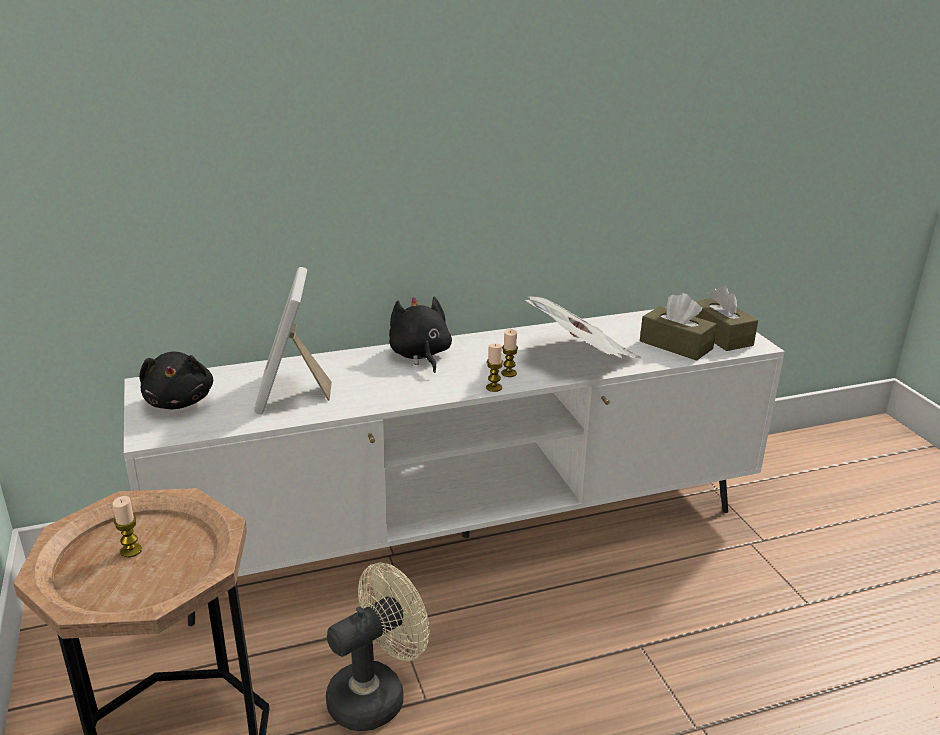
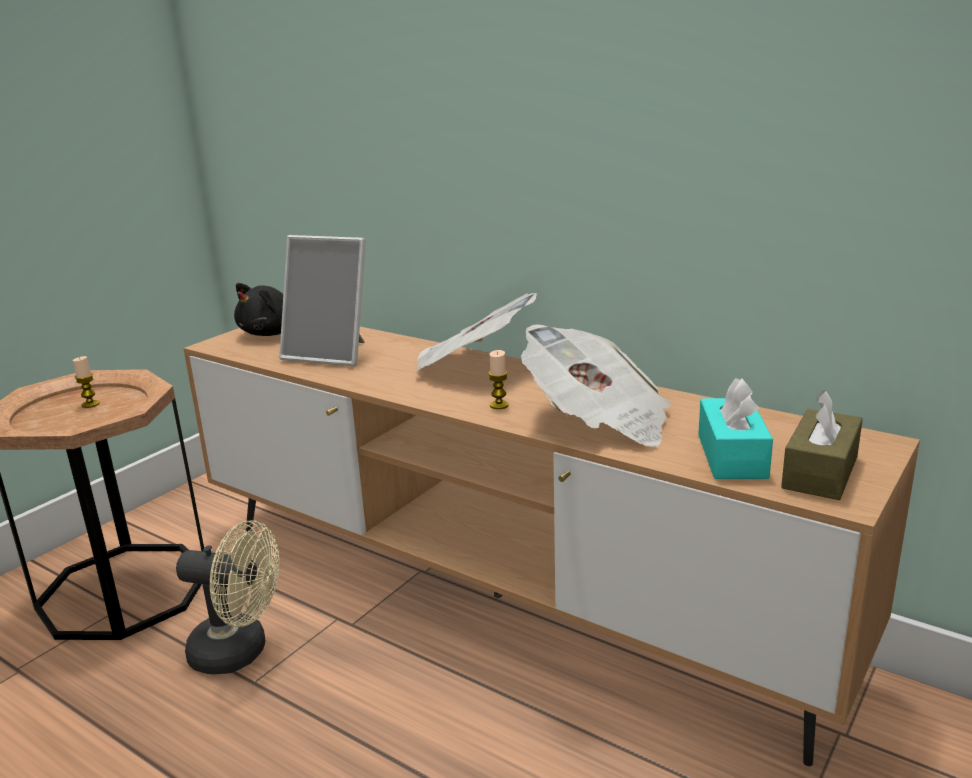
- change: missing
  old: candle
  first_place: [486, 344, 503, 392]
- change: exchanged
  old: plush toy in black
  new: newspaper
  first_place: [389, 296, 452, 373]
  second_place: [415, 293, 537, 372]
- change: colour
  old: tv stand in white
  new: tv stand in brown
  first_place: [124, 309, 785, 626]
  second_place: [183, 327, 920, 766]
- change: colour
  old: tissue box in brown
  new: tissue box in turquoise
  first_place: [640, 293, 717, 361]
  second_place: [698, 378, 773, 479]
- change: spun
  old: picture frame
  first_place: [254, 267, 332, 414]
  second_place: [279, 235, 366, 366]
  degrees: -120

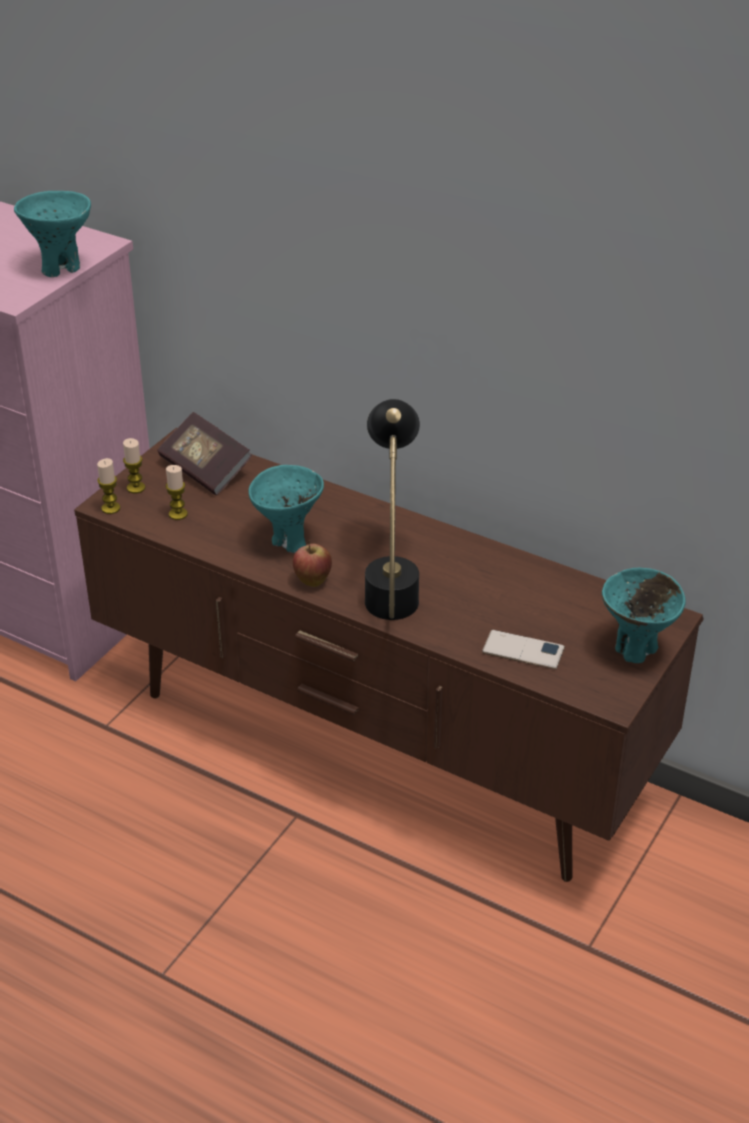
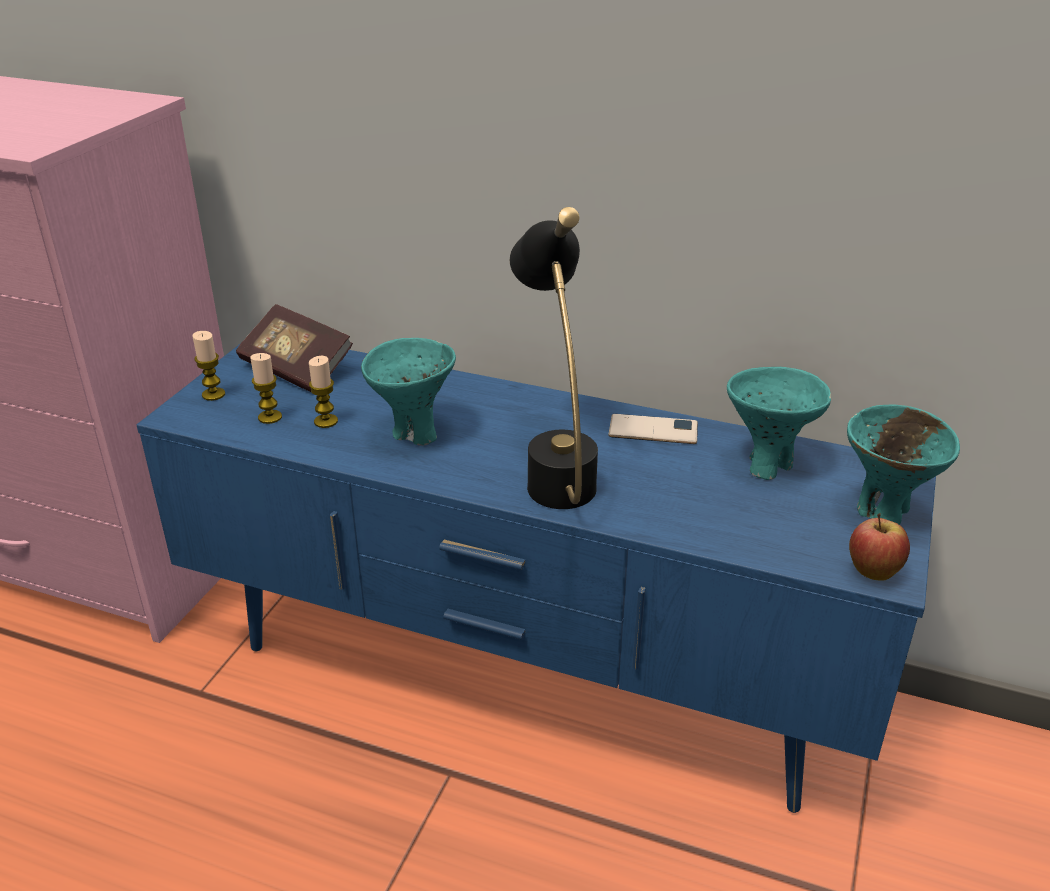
- change: relocated
  old: bowl in turquoise
  first_place: [14, 191, 91, 277]
  second_place: [727, 367, 831, 480]
- change: relocated
  old: candle
  first_place: [97, 458, 121, 514]
  second_place: [309, 356, 338, 428]
- change: relocated
  old: apple
  first_place: [293, 540, 332, 587]
  second_place: [849, 513, 910, 581]
- change: relocated
  old: phone
  first_place: [482, 630, 565, 669]
  second_place: [608, 414, 698, 444]
- change: colour
  old: tv stand in brown
  new: tv stand in blue
  first_place: [74, 427, 704, 882]
  second_place: [136, 343, 936, 813]

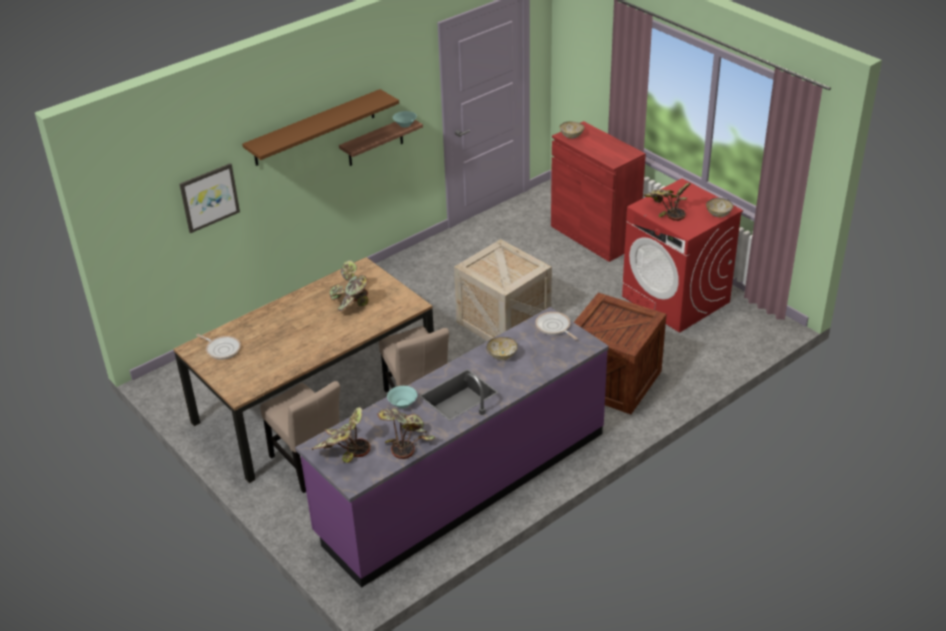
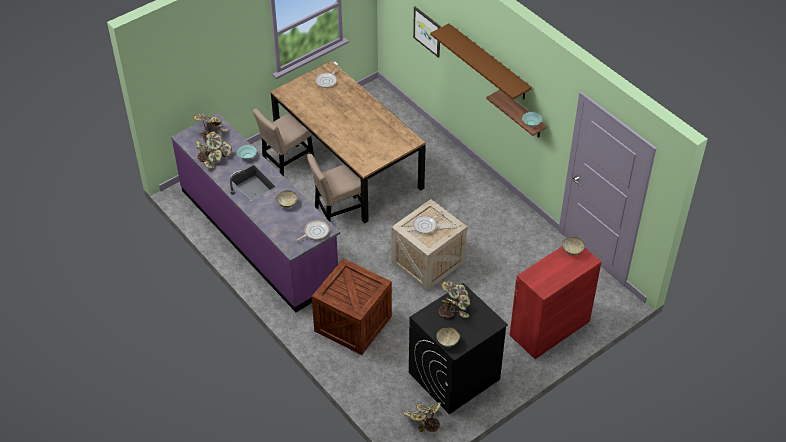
- change: appeared
  new: frying pan
  second_place: [413, 211, 443, 234]
- change: relocated
  old: potted plant
  first_place: [329, 260, 368, 311]
  second_place: [403, 402, 441, 432]
- change: colour
  old: washing machine in red
  new: washing machine in black
  first_place: [622, 178, 743, 333]
  second_place: [409, 283, 508, 415]

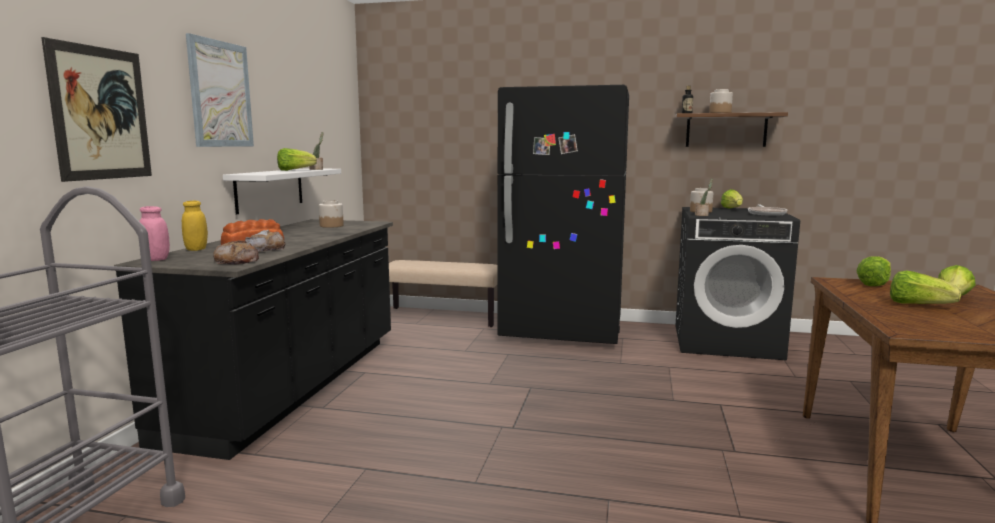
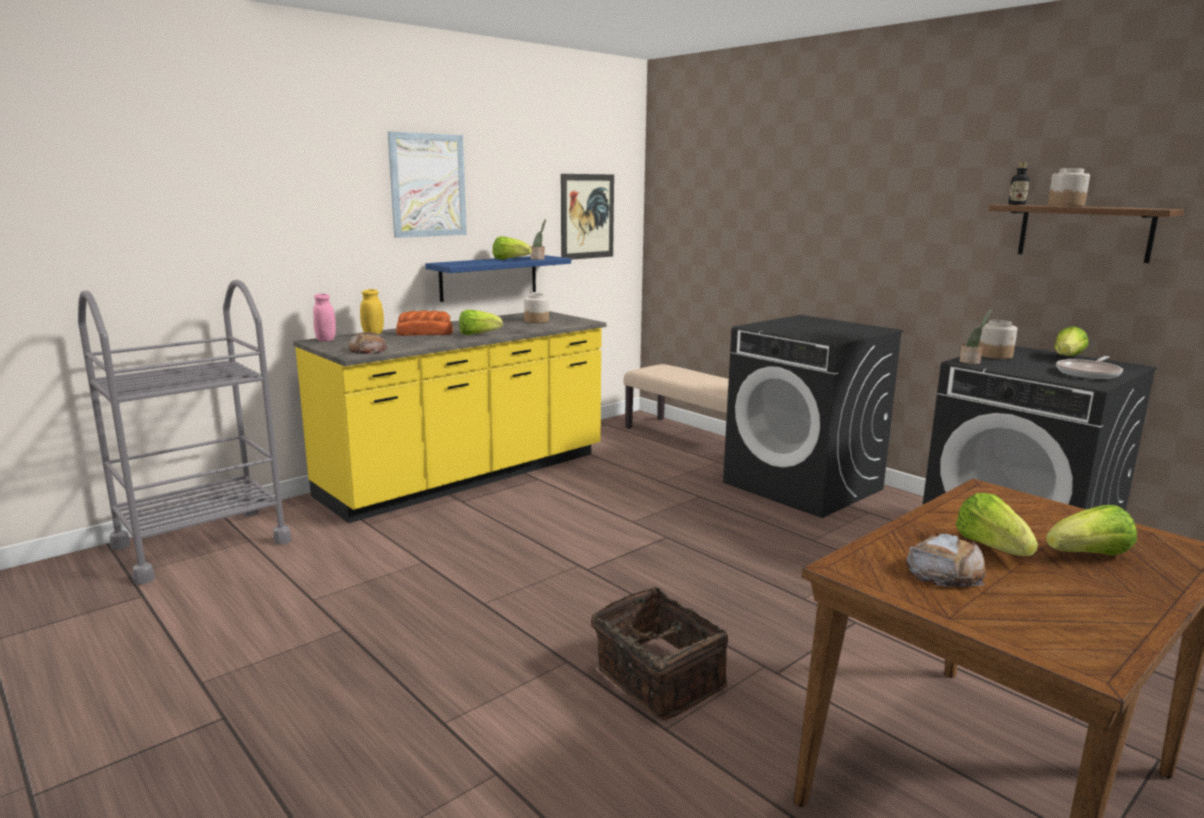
- change: appeared
  new: basket
  second_place: [591, 587, 728, 721]
- change: relocated
  old: picture
  first_place: [41, 37, 152, 182]
  second_place: [561, 174, 614, 260]
- change: relocated
  old: bread
  first_place: [245, 230, 285, 251]
  second_place: [907, 533, 986, 587]
- change: relocated
  old: lettuce
  first_place: [856, 257, 891, 286]
  second_place: [459, 310, 503, 335]
- change: exchanged
  old: fridge in black
  new: washing machine in black
  first_place: [497, 85, 629, 344]
  second_place: [723, 315, 904, 518]
- change: colour
  old: counter in black
  new: counter in yellow
  first_place: [114, 219, 393, 460]
  second_place: [293, 311, 607, 523]
- change: colour
  old: shelf in white
  new: shelf in blue
  first_place: [223, 168, 341, 214]
  second_place: [425, 255, 571, 302]

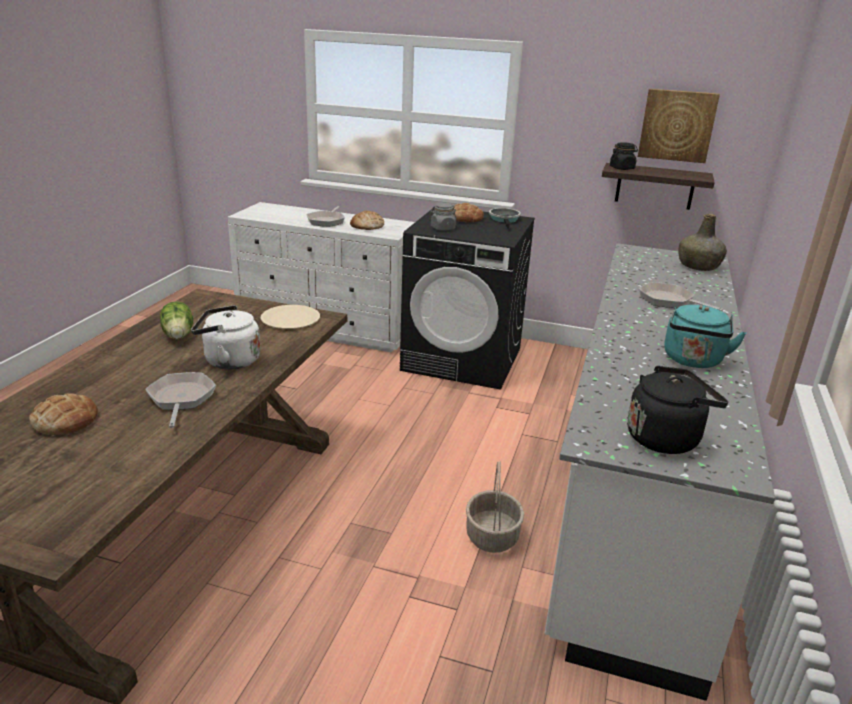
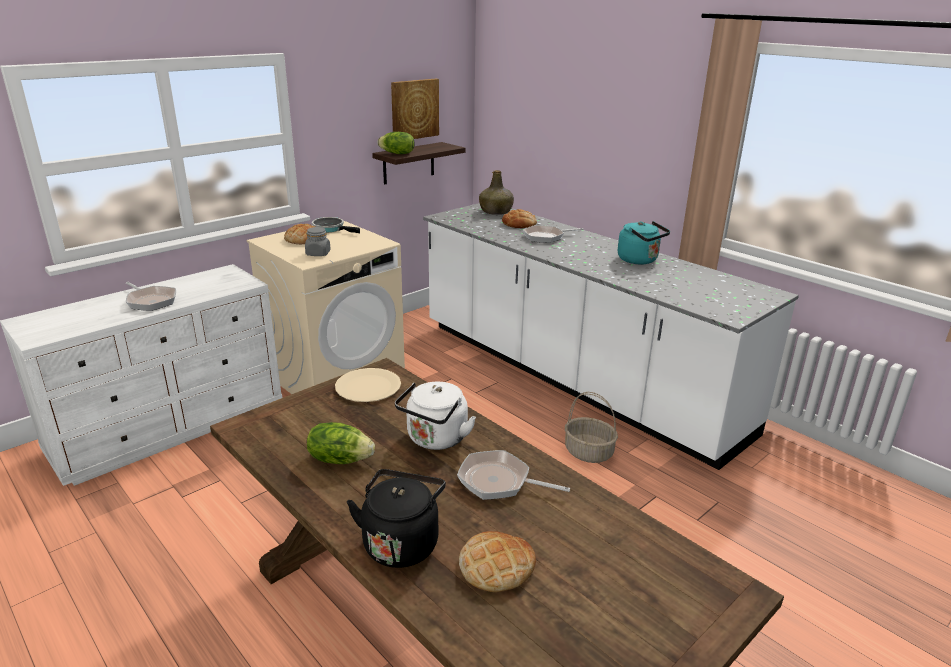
- change: relocated
  old: bread
  first_place: [350, 211, 384, 230]
  second_place: [502, 209, 537, 228]
- change: relocated
  old: kettle in black
  first_place: [627, 366, 728, 454]
  second_place: [347, 469, 446, 568]
- change: exchanged
  old: jar in black
  new: lettuce
  first_place: [610, 142, 638, 170]
  second_place: [378, 132, 415, 154]
- change: colour
  old: washing machine in black
  new: washing machine in beige
  first_place: [400, 207, 535, 390]
  second_place: [247, 221, 405, 394]

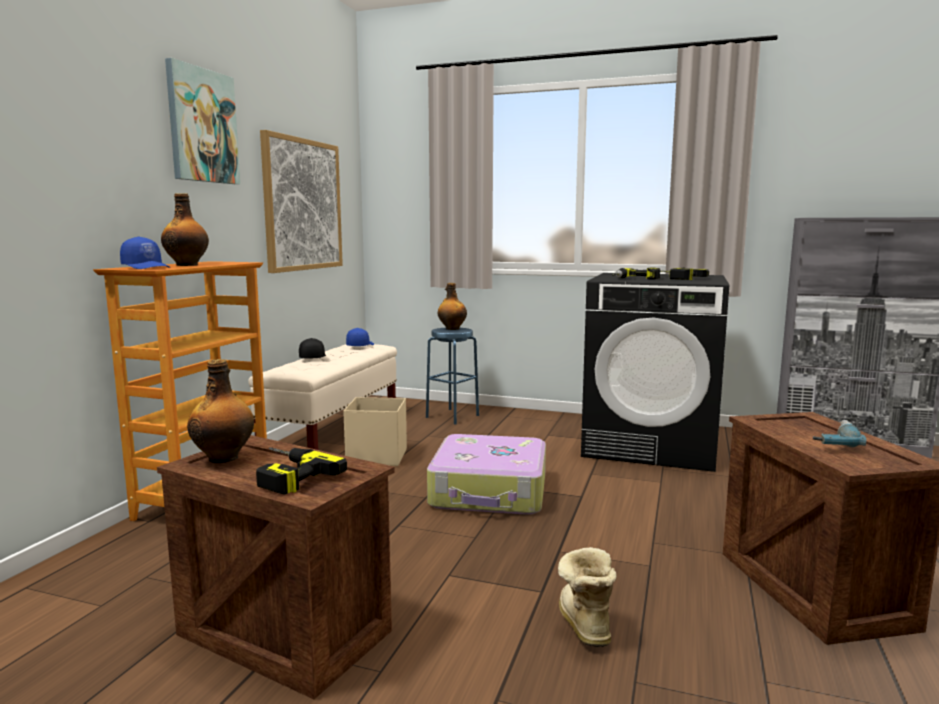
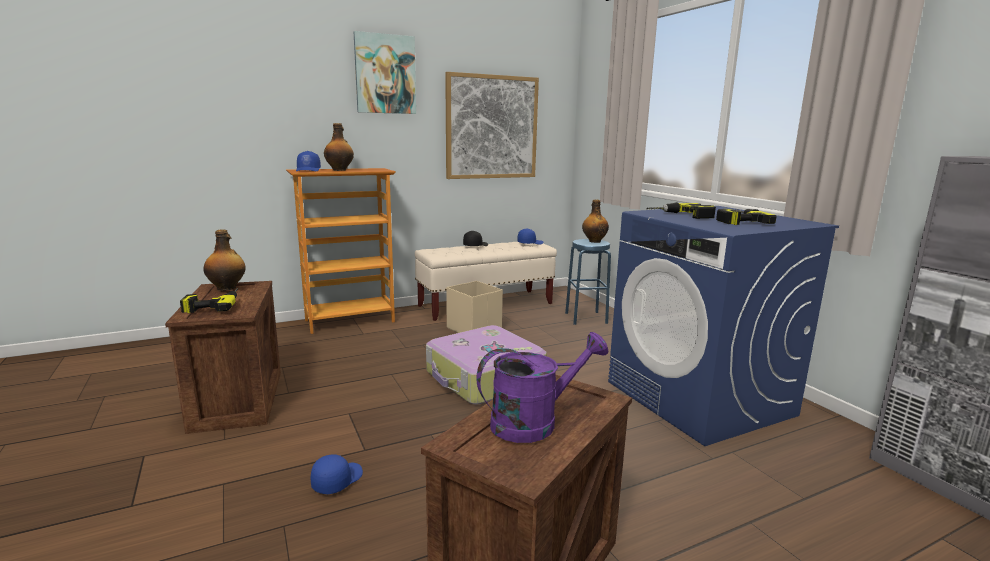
- change: exchanged
  old: boot
  new: cap in blue
  first_place: [558, 547, 617, 647]
  second_place: [311, 454, 363, 494]
- change: exchanged
  old: power drill
  new: watering can in purple
  first_place: [813, 420, 866, 447]
  second_place: [476, 332, 608, 443]
- change: colour
  old: washing machine in black
  new: washing machine in blue
  first_place: [581, 273, 729, 472]
  second_place: [608, 206, 839, 446]

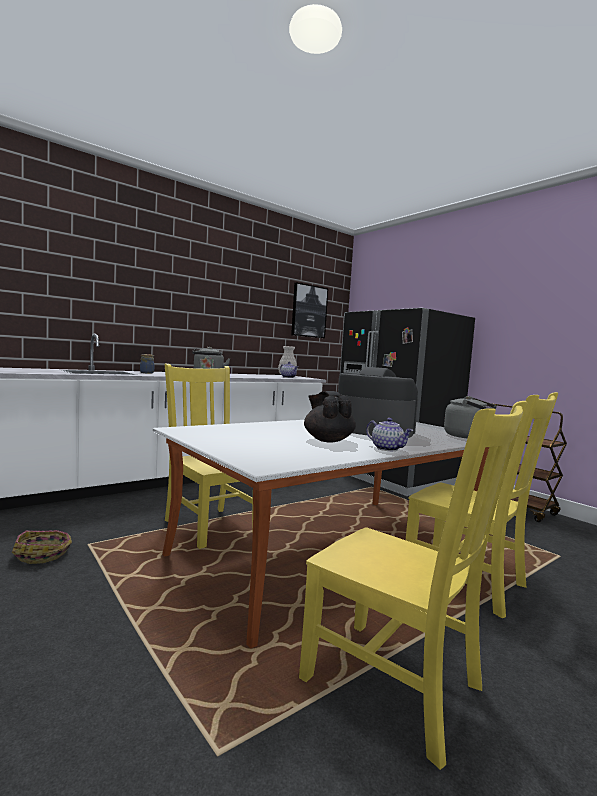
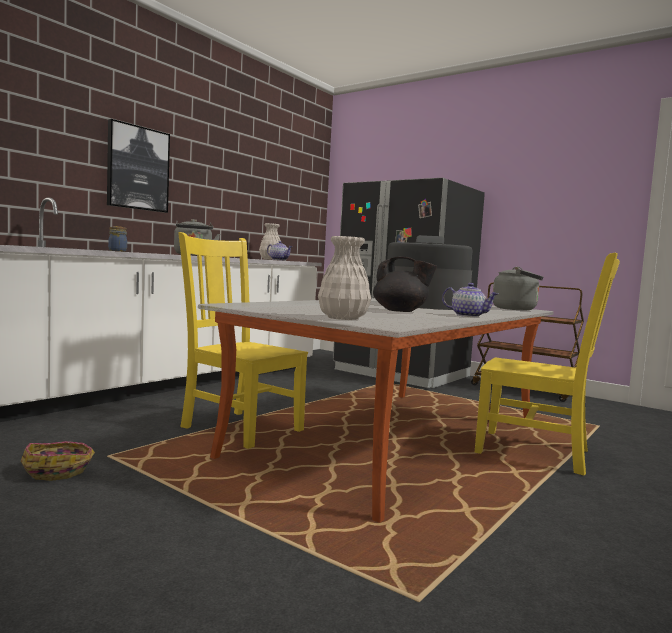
- change: missing
  old: chair in yellow
  first_place: [299, 401, 527, 770]
- change: appeared
  new: vase in white
  second_place: [318, 236, 371, 320]
- change: relocated
  old: picture
  first_place: [291, 283, 328, 338]
  second_place: [107, 119, 170, 213]
- change: spun
  old: teapot in black
  first_place: [304, 391, 356, 442]
  second_place: [373, 256, 437, 312]
  degrees: 150

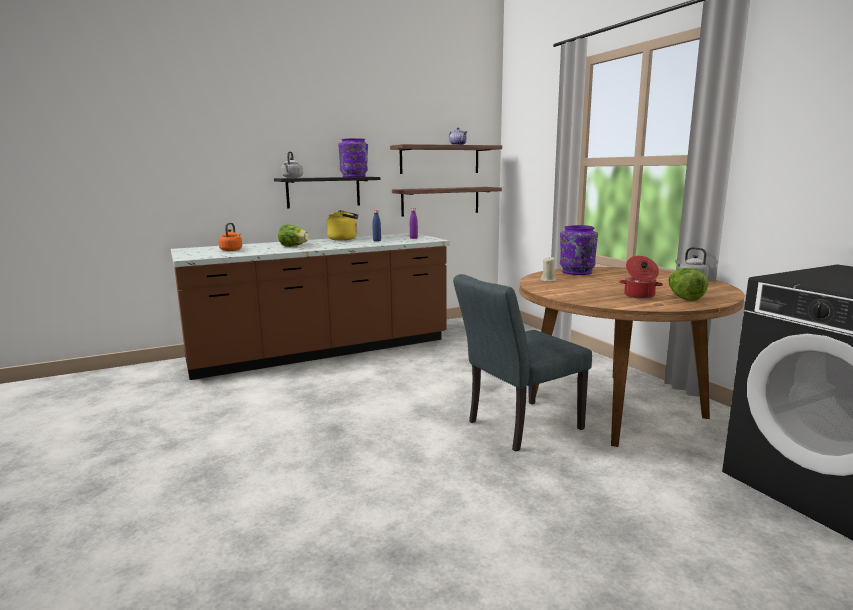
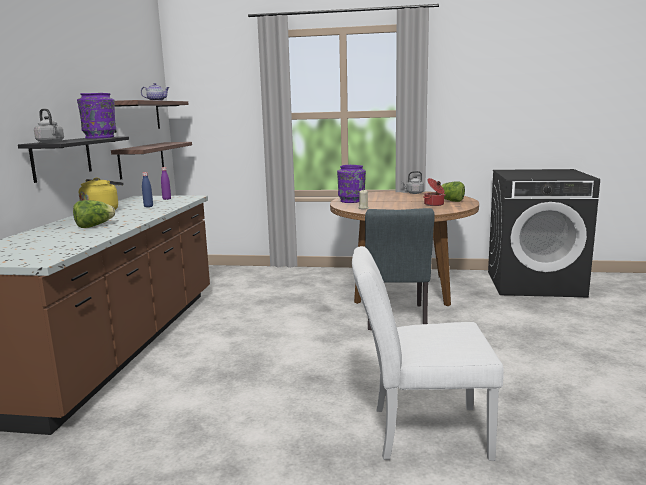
- change: missing
  old: kettle in orange
  first_place: [219, 223, 242, 251]
- change: appeared
  new: chair in white
  second_place: [352, 246, 504, 461]

